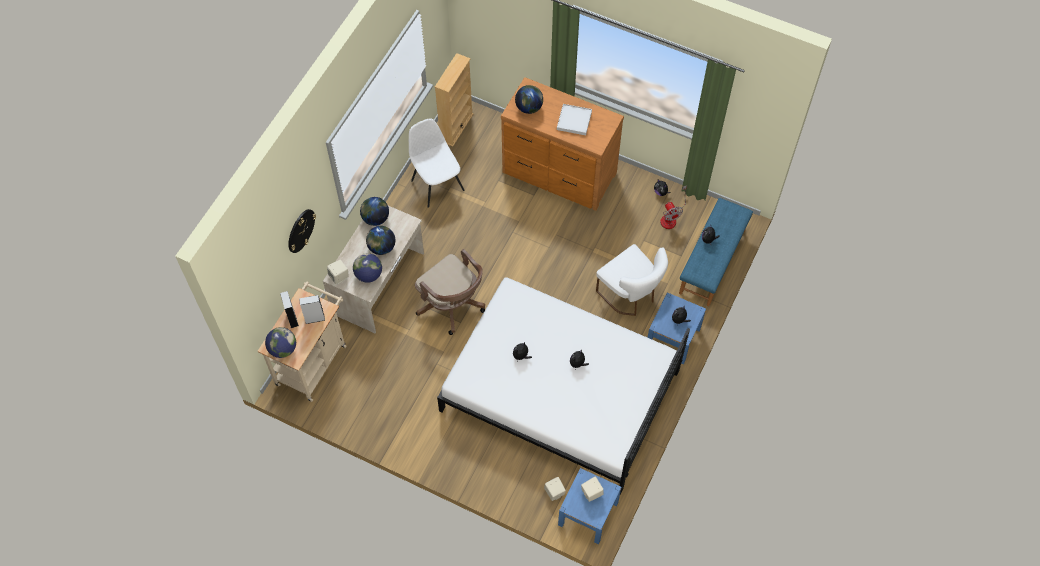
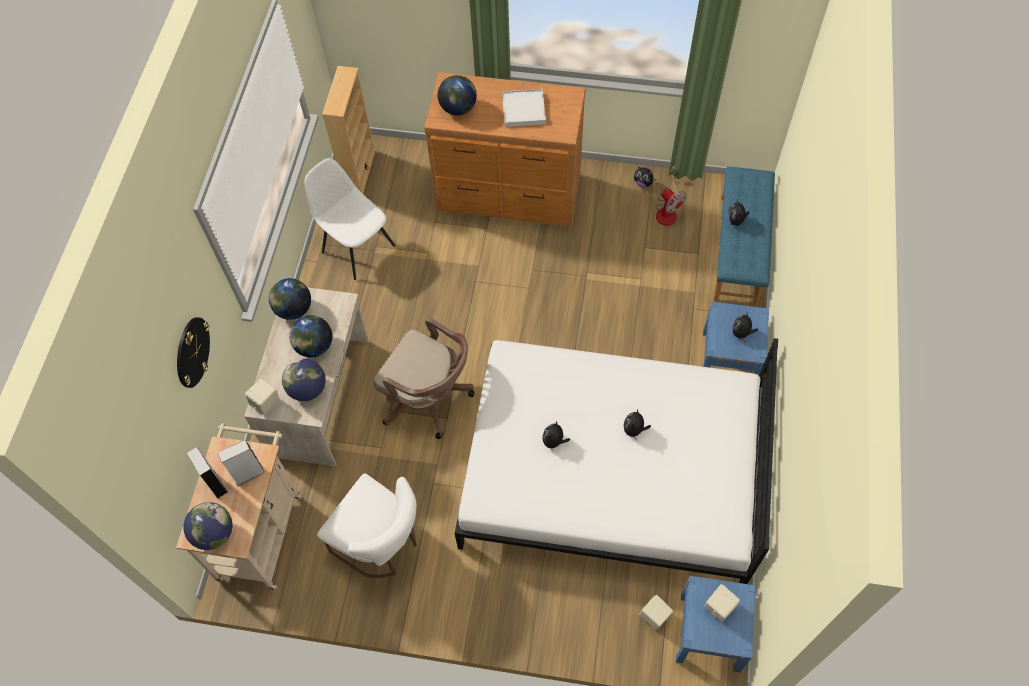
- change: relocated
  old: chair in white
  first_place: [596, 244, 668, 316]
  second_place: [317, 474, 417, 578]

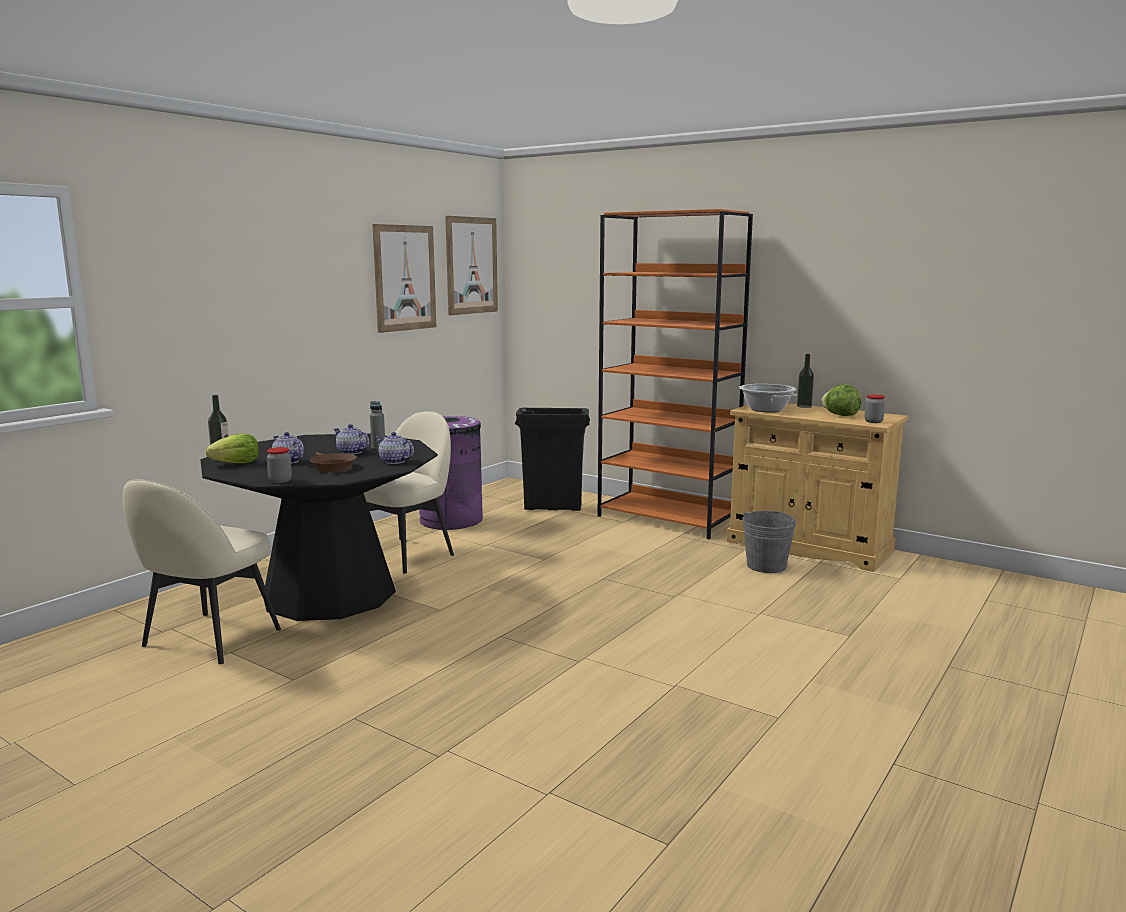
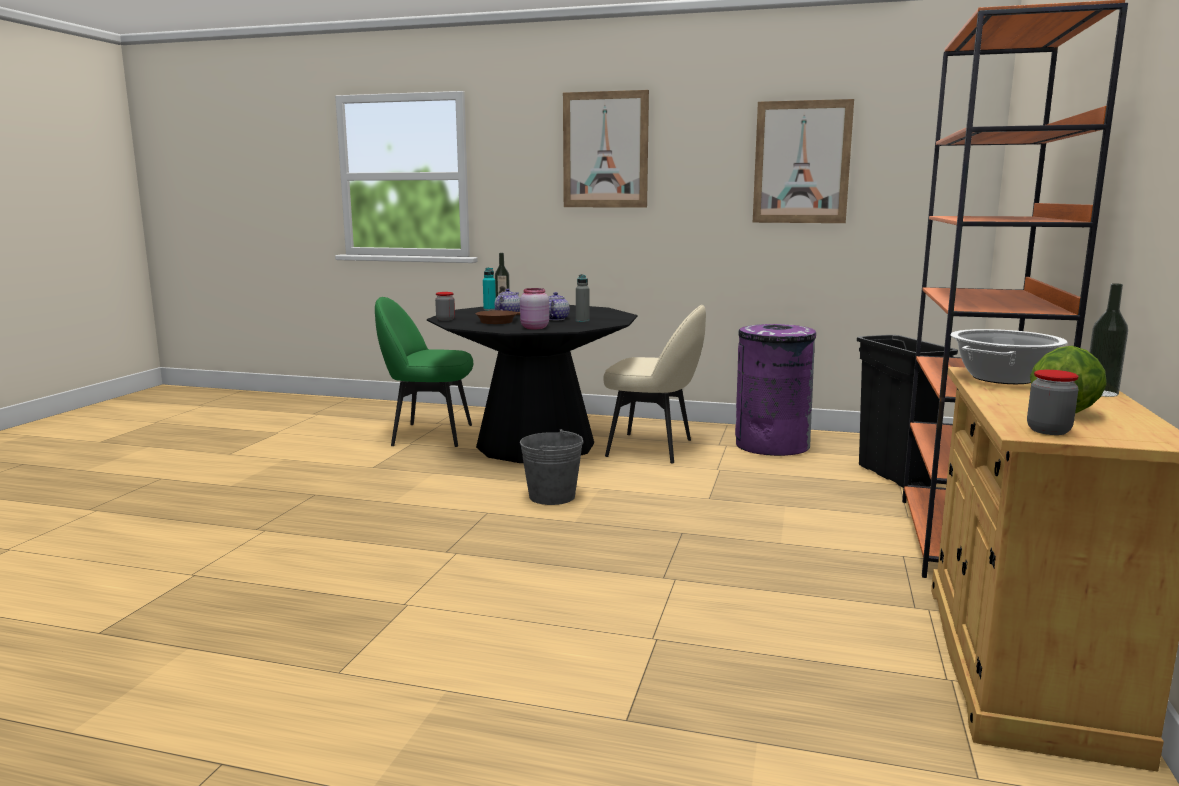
- change: relocated
  old: picture
  first_place: [445, 216, 498, 315]
  second_place: [563, 90, 649, 208]
- change: relocated
  old: bucket in grey
  first_place: [742, 511, 796, 573]
  second_place: [520, 429, 583, 505]
- change: exchanged
  old: lettuce
  new: bottle in turquoise
  first_place: [205, 434, 259, 463]
  second_place: [483, 268, 496, 311]
- change: exchanged
  old: teapot
  new: jar in pink
  first_place: [376, 432, 414, 464]
  second_place: [520, 288, 549, 329]
- change: colour
  old: chair in beige
  new: chair in green
  first_place: [123, 480, 281, 664]
  second_place: [375, 297, 473, 447]

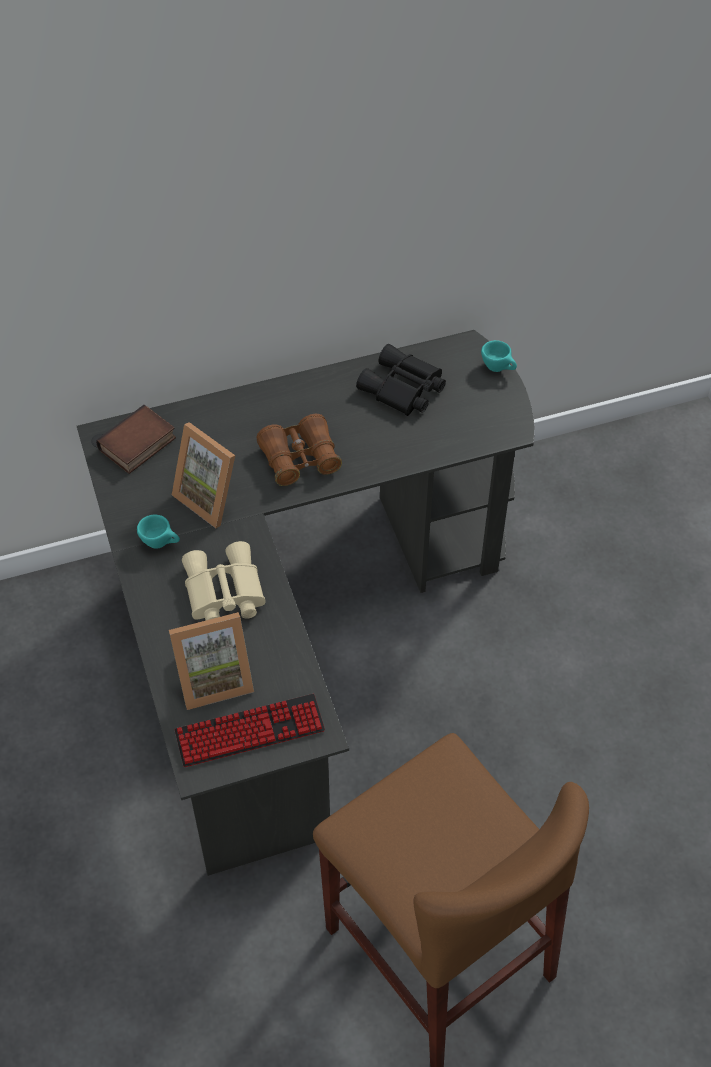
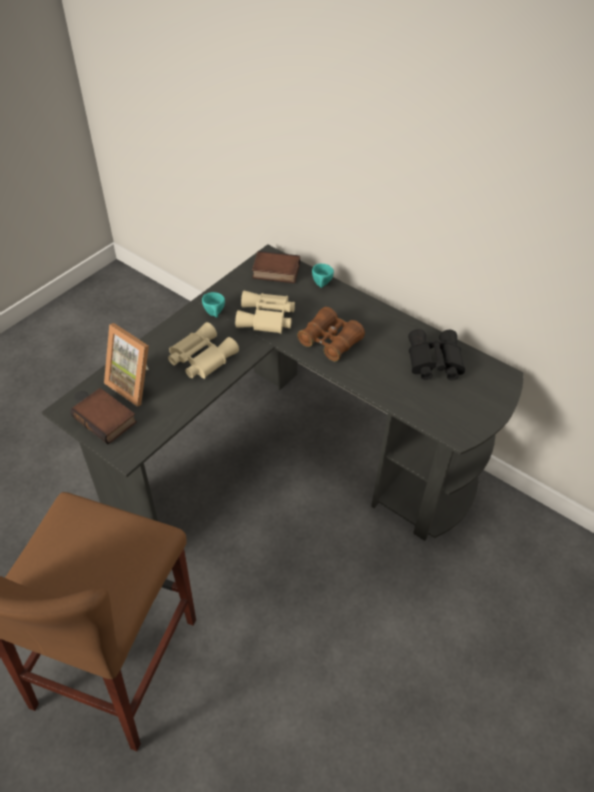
- change: relocated
  old: cup in turquoise
  first_place: [481, 340, 517, 372]
  second_place: [312, 263, 334, 288]
- change: exchanged
  old: picture frame
  new: binoculars in beige
  first_place: [172, 422, 235, 528]
  second_place: [235, 291, 295, 334]
- change: exchanged
  old: keyboard
  new: book
  first_place: [175, 694, 325, 767]
  second_place: [71, 388, 137, 444]

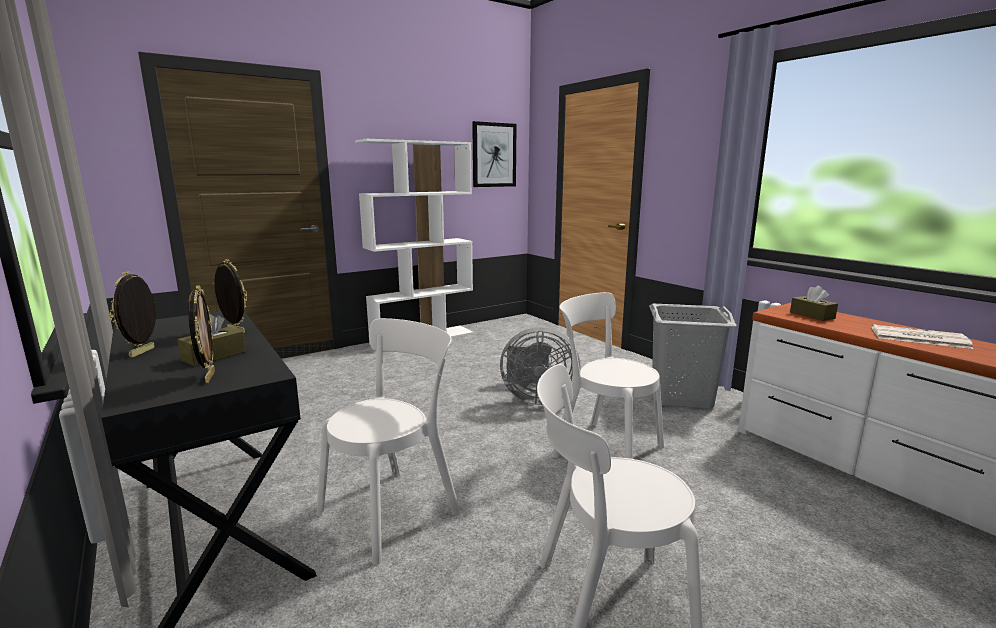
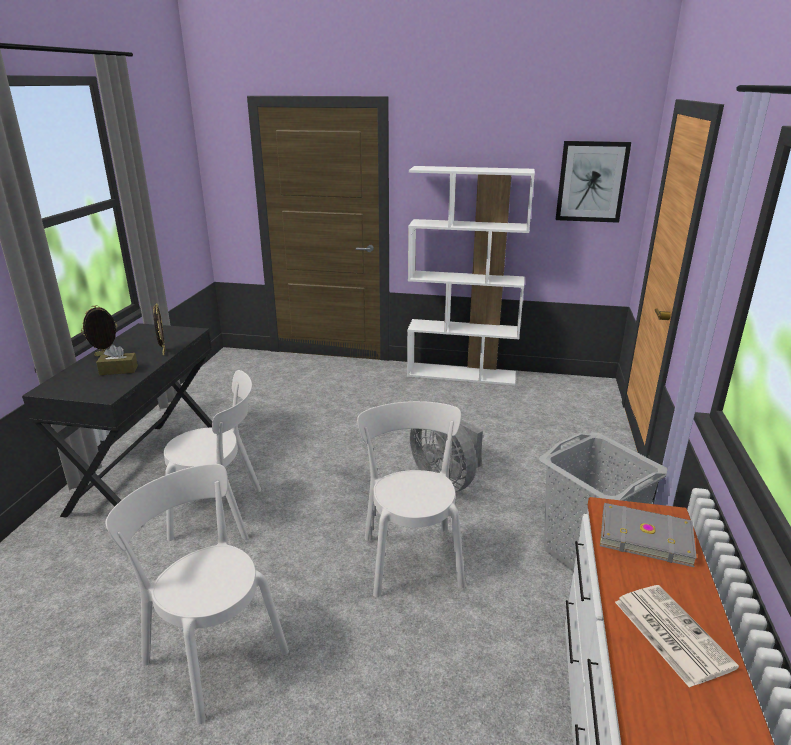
- change: missing
  old: picture frame
  first_place: [188, 285, 215, 383]
- change: exchanged
  old: tissue box in brown
  new: book in grey
  first_place: [790, 286, 838, 321]
  second_place: [600, 503, 697, 567]

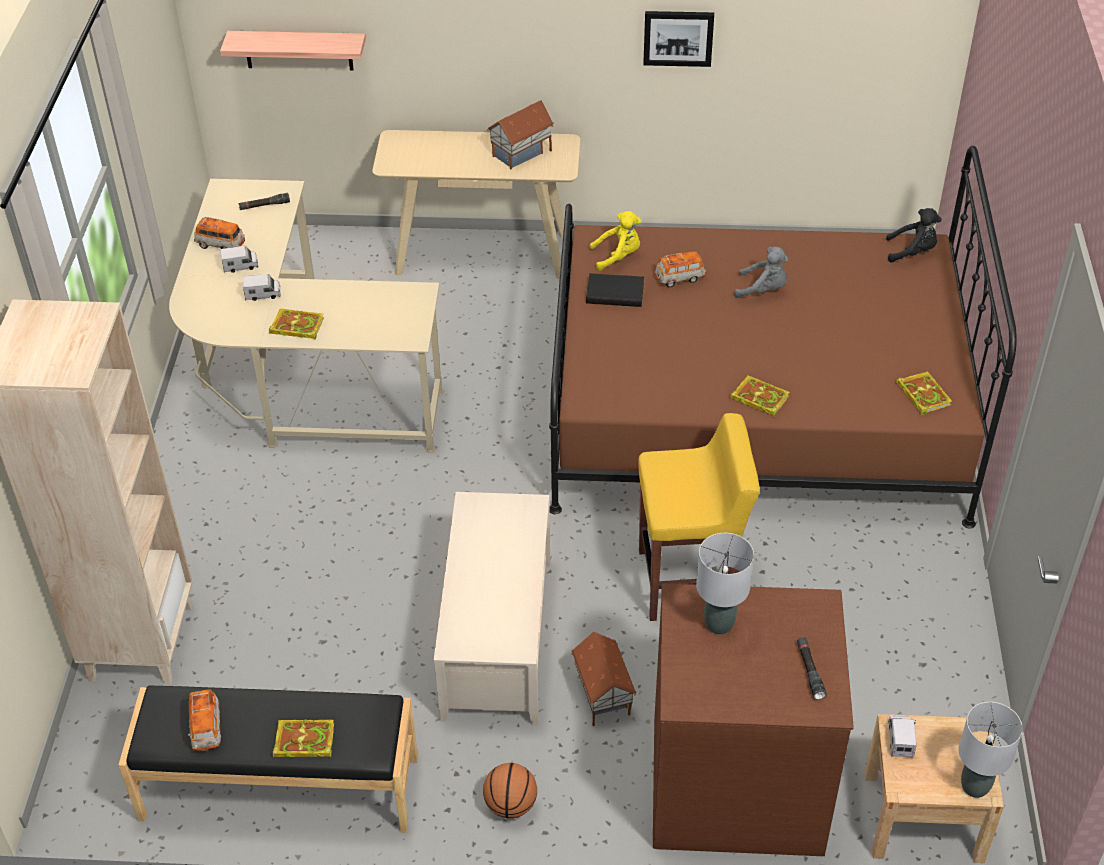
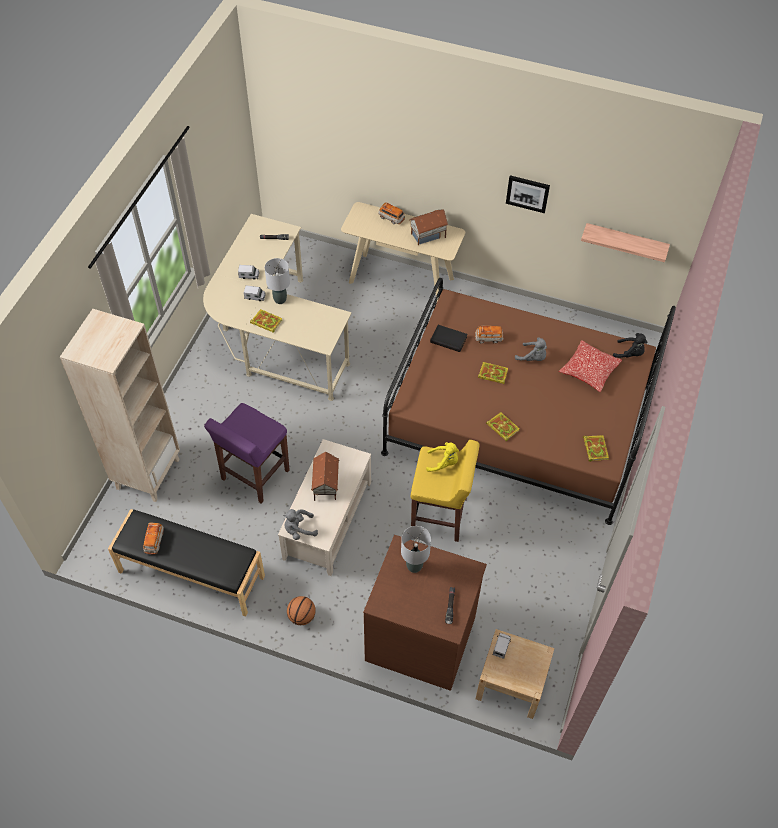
- change: appeared
  new: stool in purple
  second_place: [204, 403, 290, 503]
- change: appeared
  new: plush toy in grey
  second_place: [283, 509, 318, 540]
- change: appeared
  new: pillow
  second_place: [559, 340, 622, 392]
- change: relocated
  old: toy car
  first_place: [194, 217, 245, 249]
  second_place: [378, 202, 405, 224]
- change: relocated
  old: shelf
  first_place: [220, 31, 366, 70]
  second_place: [581, 223, 670, 262]
- change: relocated
  old: book
  first_place: [273, 720, 334, 758]
  second_place: [478, 362, 508, 384]
- change: relocated
  old: toy house
  first_place: [571, 632, 637, 726]
  second_place: [311, 452, 339, 501]
- change: relocated
  old: plush toy in yellow
  first_place: [590, 211, 641, 271]
  second_place: [426, 442, 459, 472]
- change: relocated
  old: table lamp in grey
  first_place: [958, 702, 1023, 798]
  second_place: [265, 258, 290, 304]

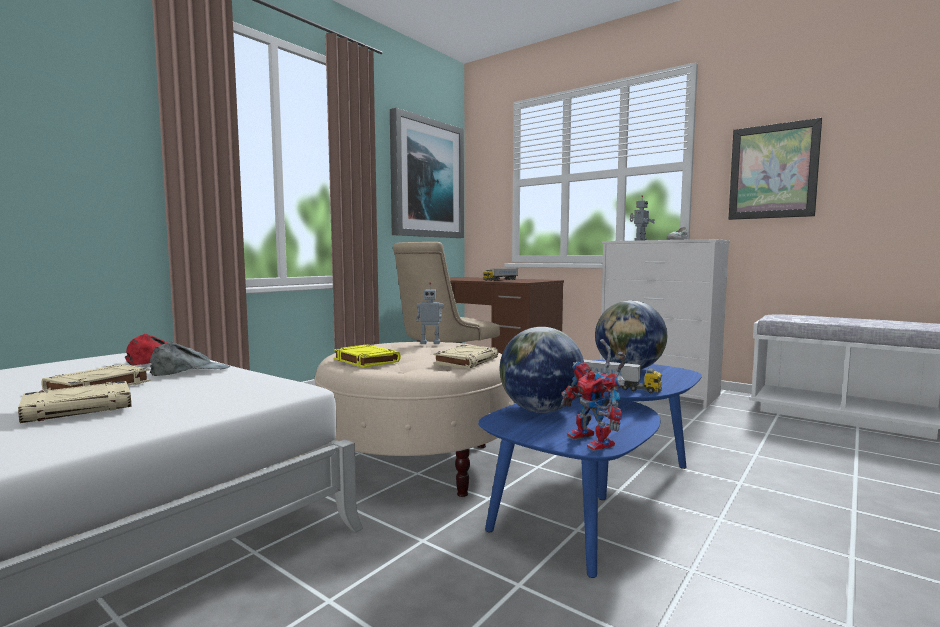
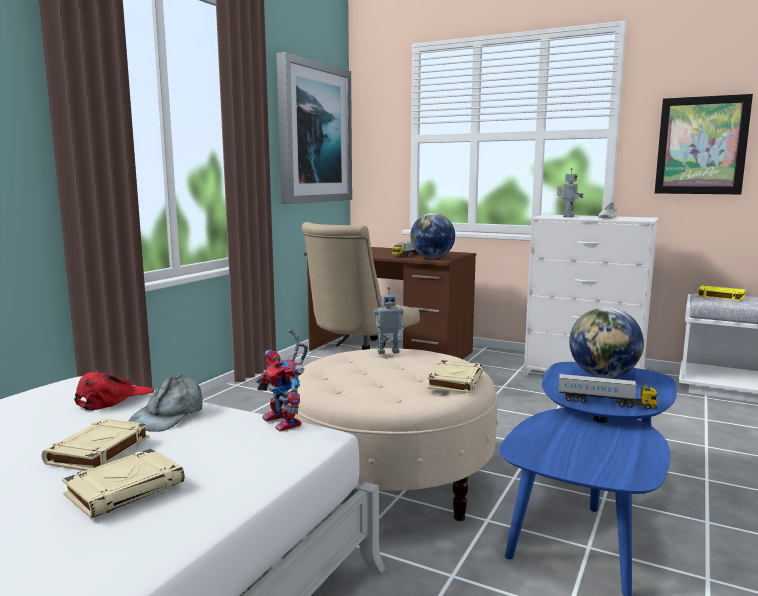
- change: relocated
  old: book in yellow
  first_place: [334, 344, 401, 368]
  second_place: [697, 285, 746, 301]
- change: relocated
  old: globe
  first_place: [500, 327, 584, 413]
  second_place: [410, 213, 455, 259]
- change: relocated
  old: toy robot
  first_place: [561, 339, 627, 451]
  second_place: [255, 329, 308, 432]
- change: spun
  old: cap in grey
  first_place: [150, 341, 230, 376]
  second_place: [129, 375, 203, 432]
  degrees: 150

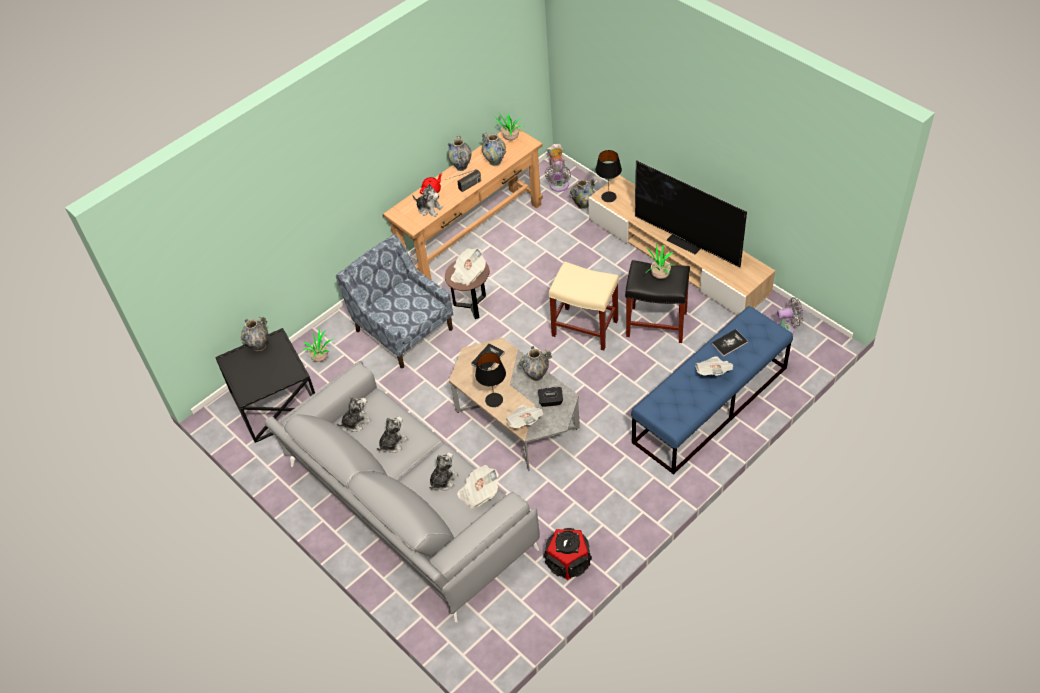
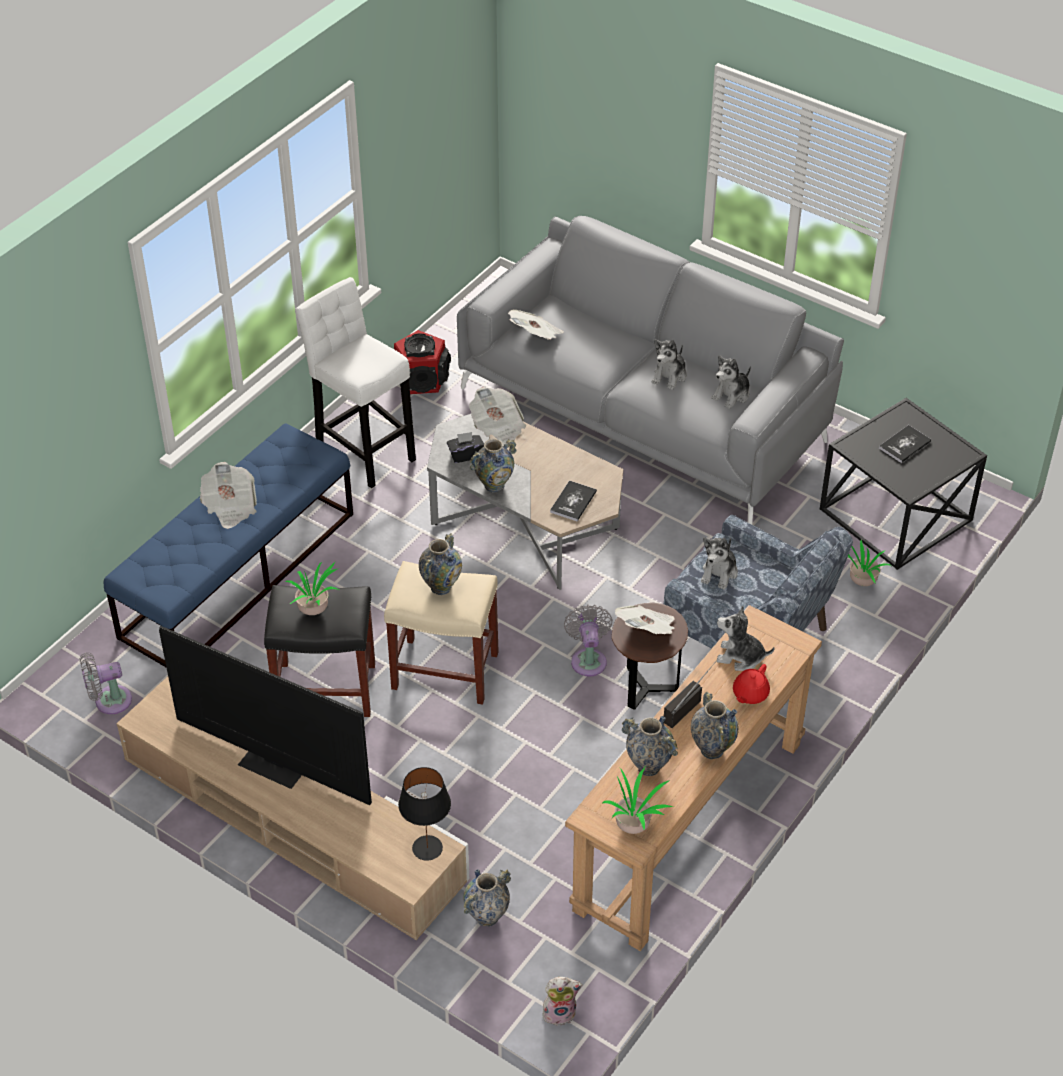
- change: missing
  old: table lamp in black
  first_place: [475, 352, 506, 407]
- change: appeared
  new: stool in white
  second_place: [295, 277, 416, 488]
- change: relocated
  old: vase
  first_place: [240, 316, 268, 351]
  second_place: [419, 533, 462, 595]
- change: relocated
  old: plush toy
  first_place: [429, 453, 458, 491]
  second_place: [701, 537, 738, 590]
- change: relocated
  old: fan in grey
  first_place: [545, 161, 571, 192]
  second_place: [564, 604, 613, 677]
- change: relocated
  old: book
  first_place: [711, 329, 748, 356]
  second_place: [879, 425, 931, 463]

